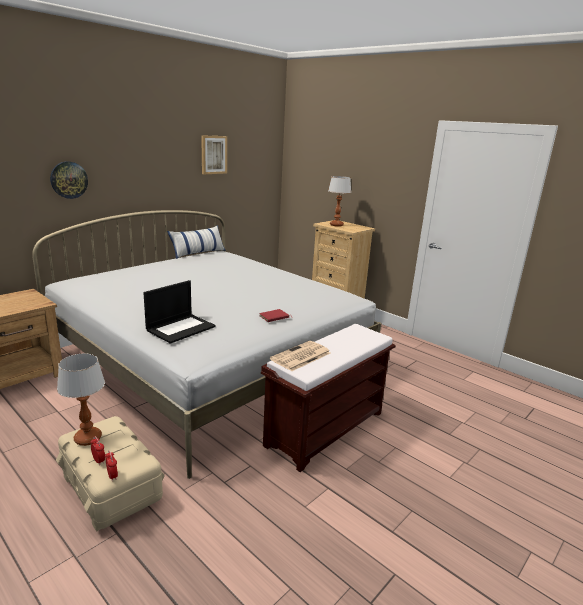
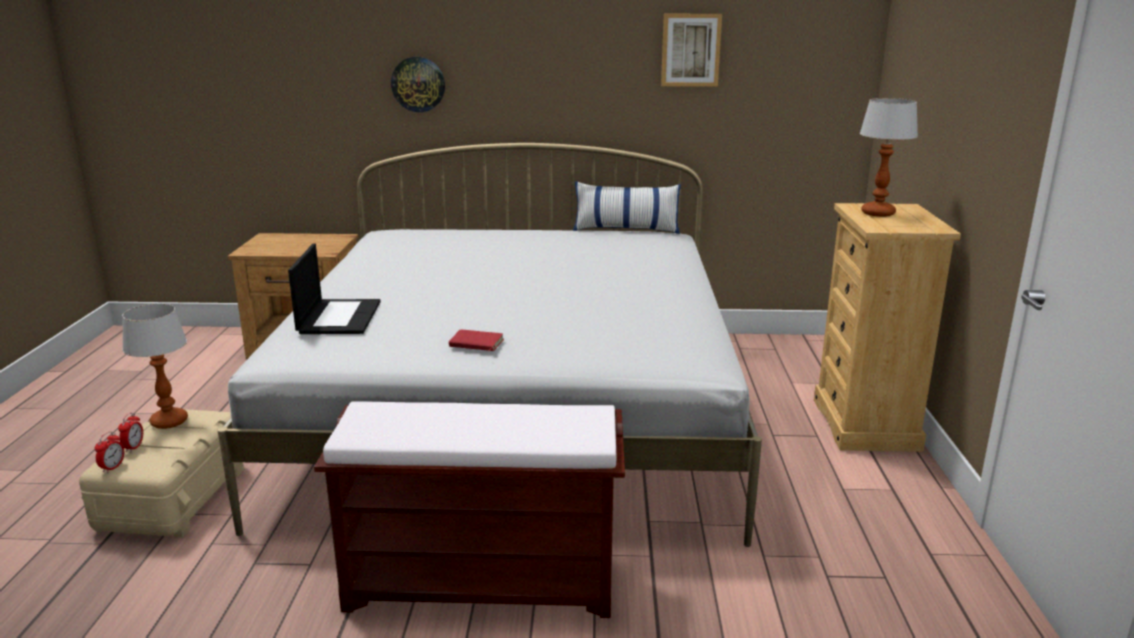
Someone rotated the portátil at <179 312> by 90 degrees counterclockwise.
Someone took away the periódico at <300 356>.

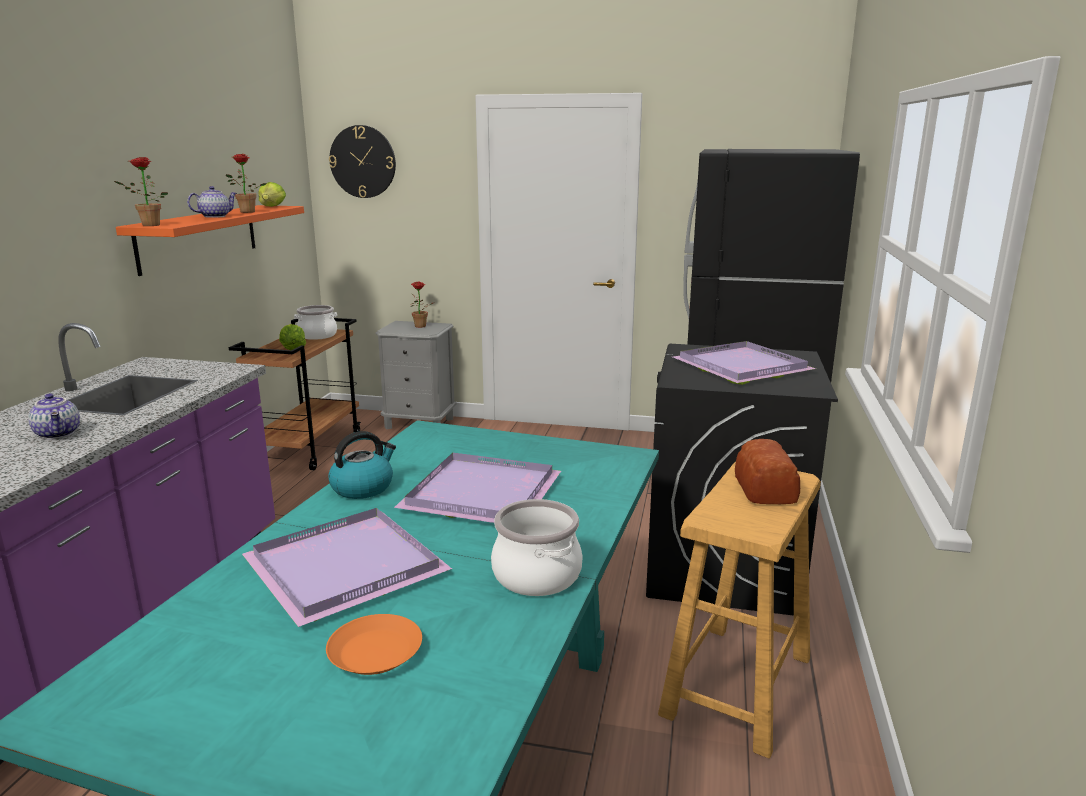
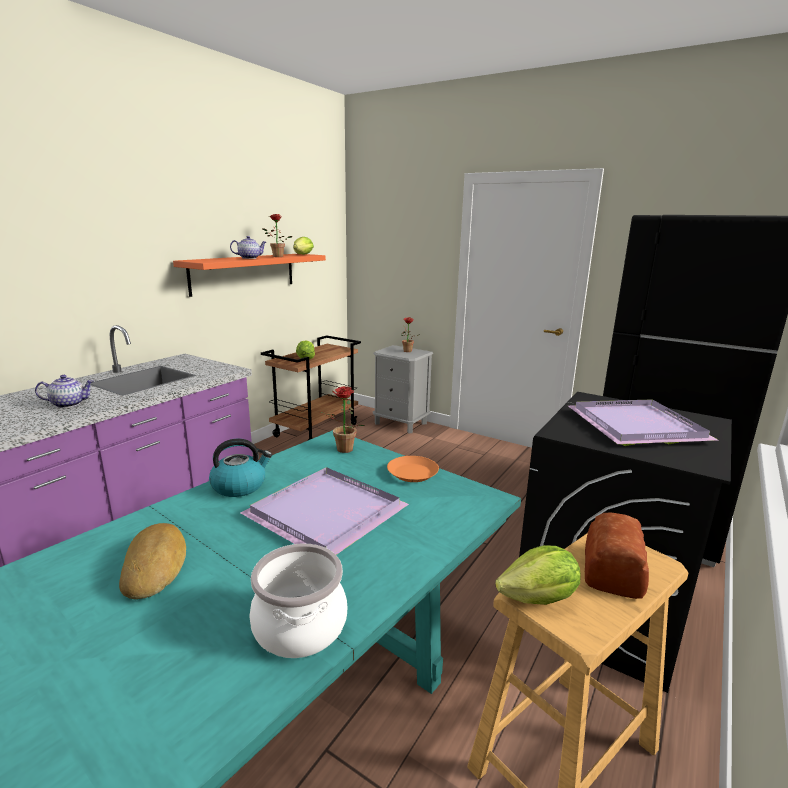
Someone rotated the tetera at <54 416> by 90 degrees counterclockwise.
Someone swapped the bandeja (morado) at <347 567> for the pan at <152 561>.
Someone carried the planta en maceta from <141 191> to <341 419>.
Someone carried the plato (naranja) from <374 644> to <413 469>.
Someone put down the lechuga at <538 575>.
Someone took away the olla at <315 322>.
Someone took away the reloj de pared at <362 161>.

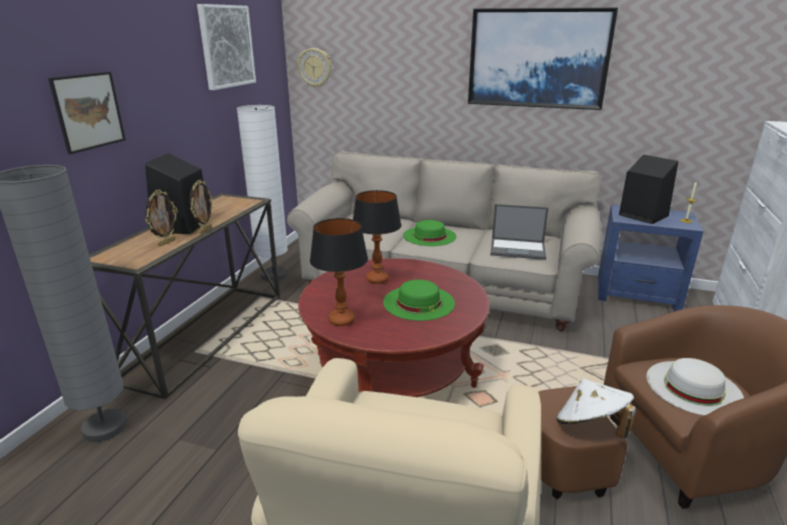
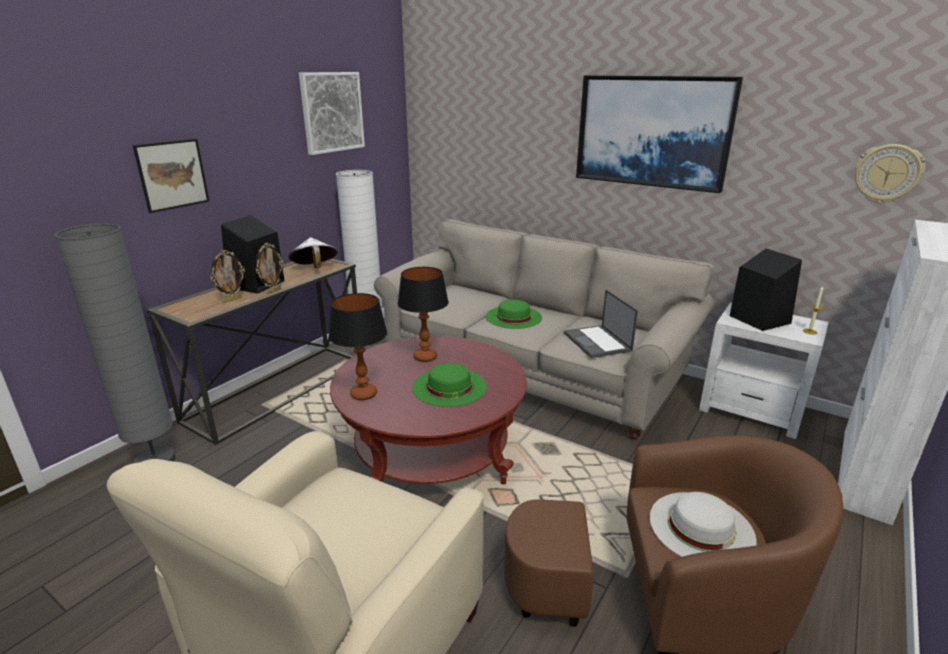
Someone carried the sombrero (blanco) from <596 408> to <313 252>.
Someone rotated the portátil at <519 232> by 45 degrees clockwise.
Someone repainted the mesa auxiliar (azul) at <651 258>, which became the mesa auxiliar (blanco) at <764 370>.
Someone carried the reloj de pared from <314 68> to <890 173>.

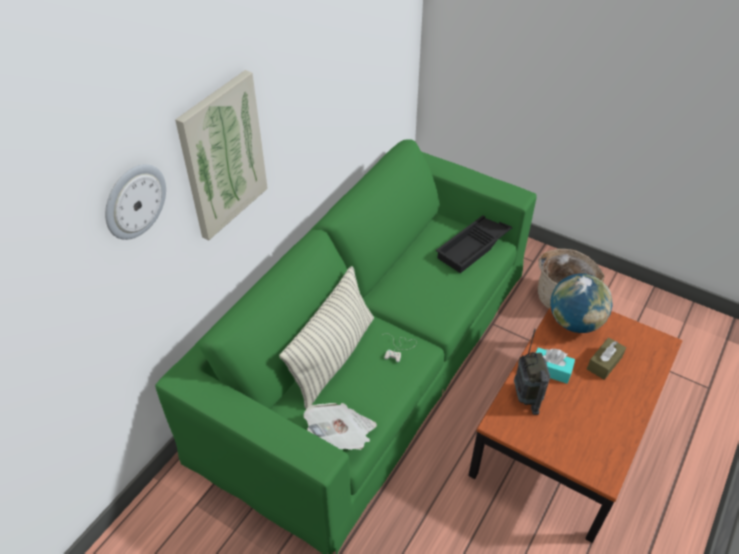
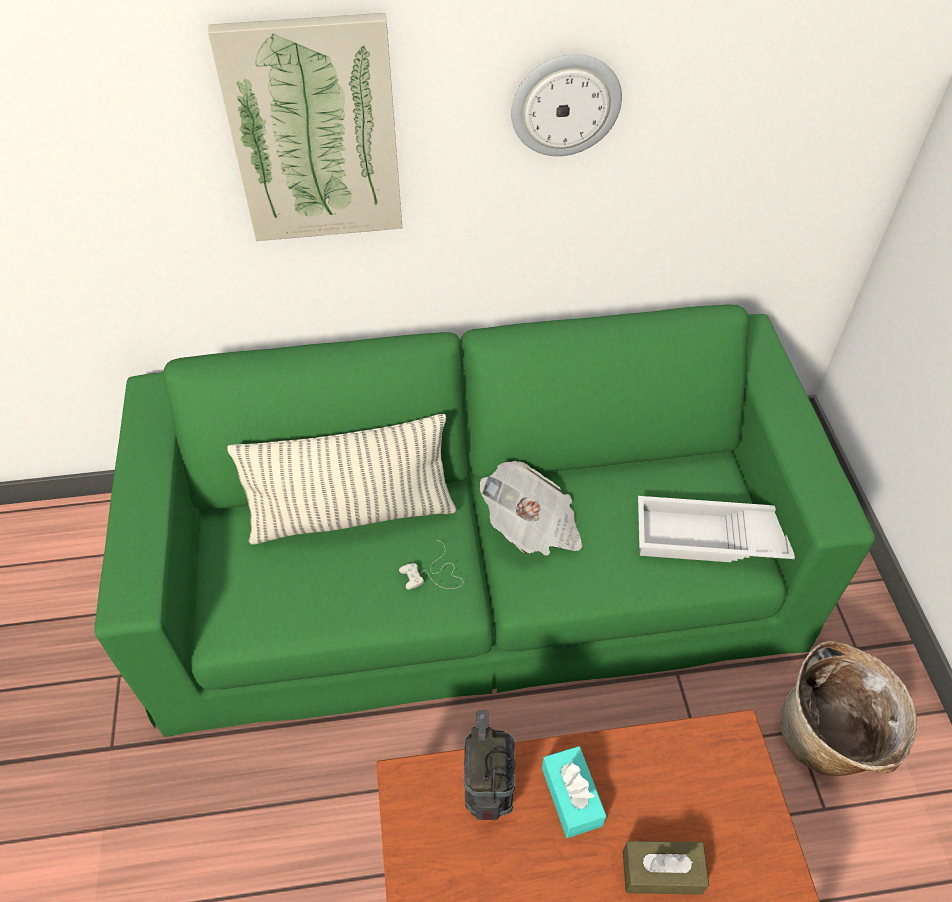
Someone rotated the radio at <532 372> by 135 degrees clockwise.
Someone carried the periódico from <340 426> to <531 508>.
Someone carried the reloj de pared from <135 202> to <566 105>.
Someone repainted the bandeja (negro) at <474 244>, which became the bandeja (blanco) at <716 529>.
Someone took away the globo terráqueo at <581 303>.

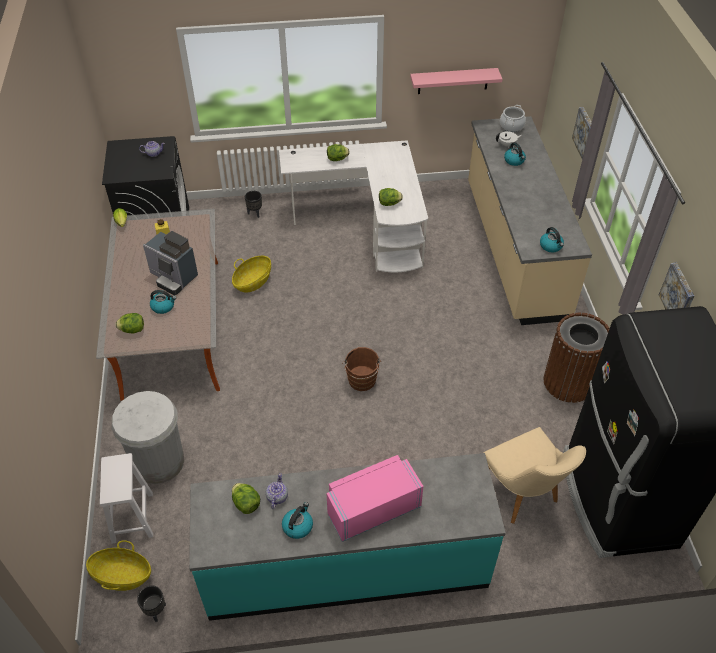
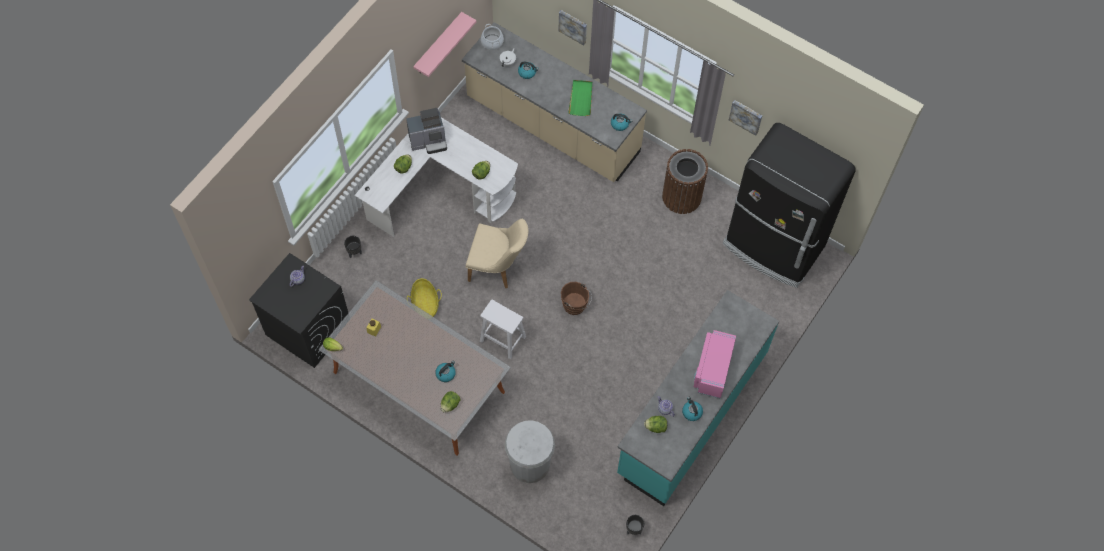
Someone carried the cafetera from <170 263> to <426 131>.
Someone carried the silla (beis) from <535 475> to <497 253>.
Someone carried the taburete (blanco) from <126 498> to <503 329>.
Someone put down the bandeja (verde) at <580 98>.
Someone took away the cesta at <118 565>.

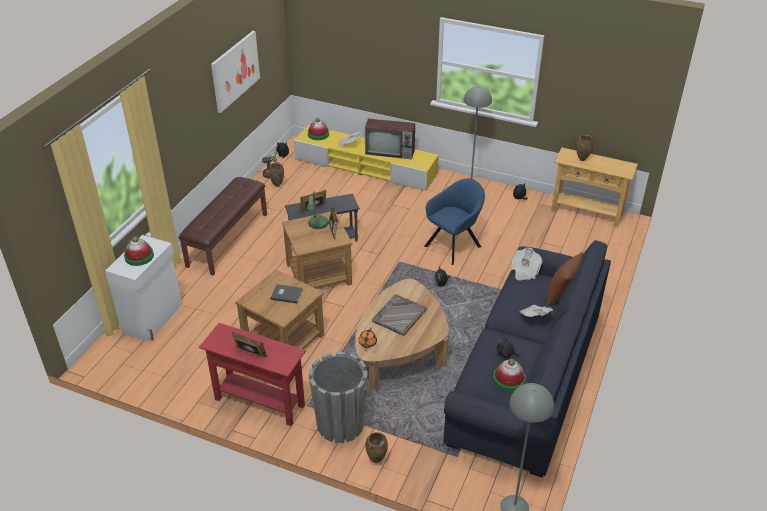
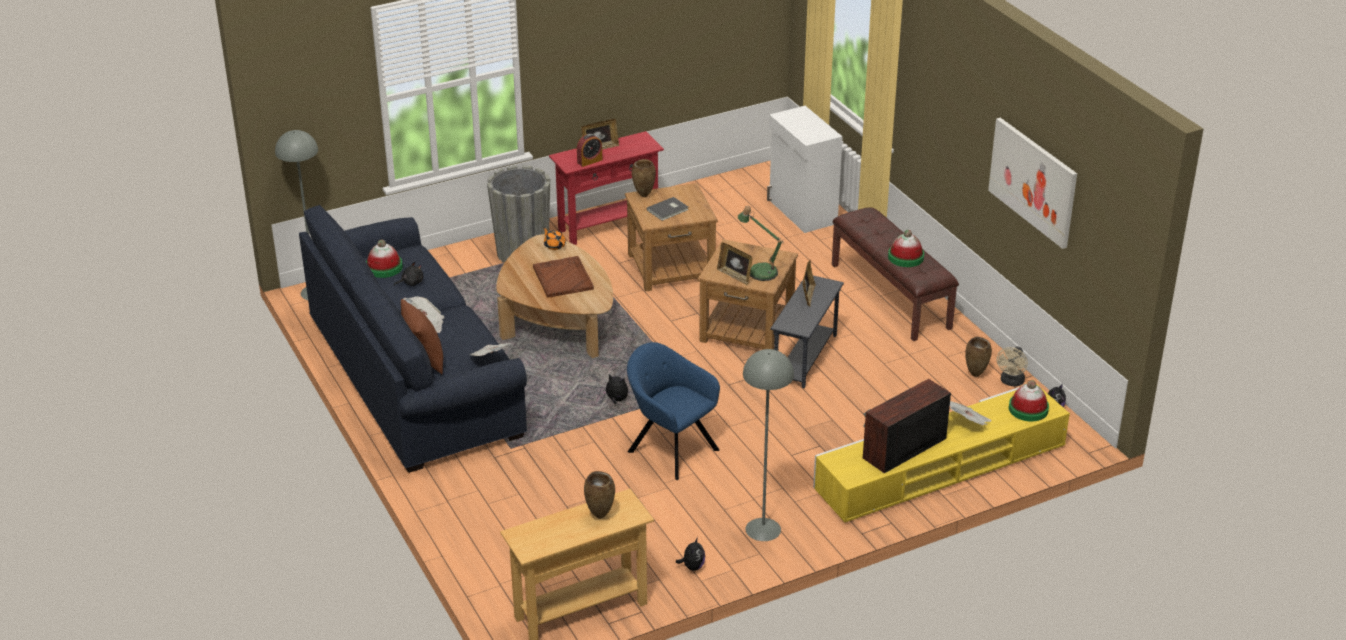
Someone repainted the bandeja (gris) at <399 315>, which became the bandeja (marrón) at <563 276>.
Someone put down the despertador at <589 150>.
Someone rotated the sillón (azul) at <454 222> by 135 degrees clockwise.
Someone carried the florero (marrón) from <376 447> to <644 178>.
Someone carried the sombrero from <139 251> to <906 248>.

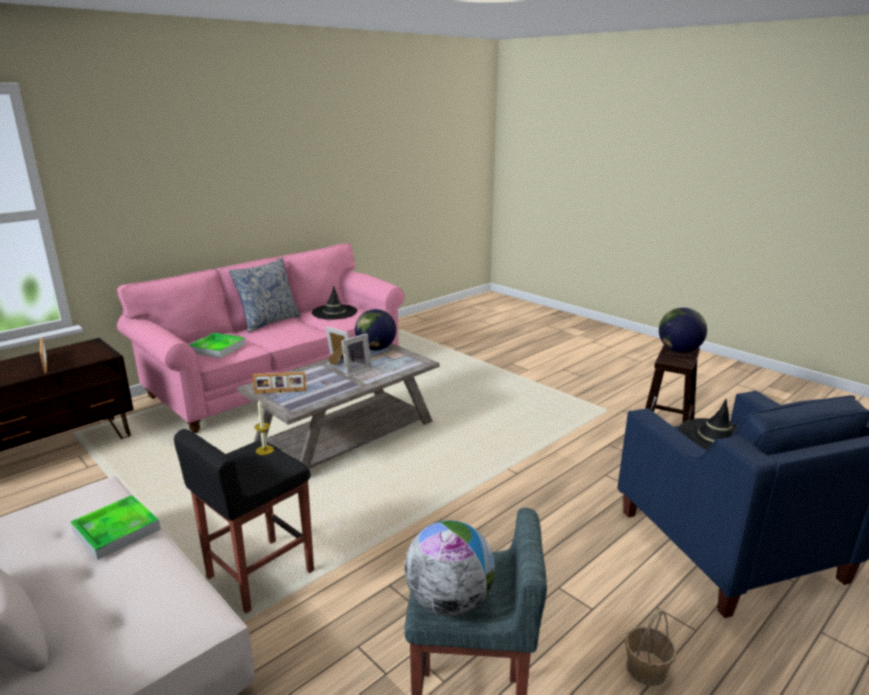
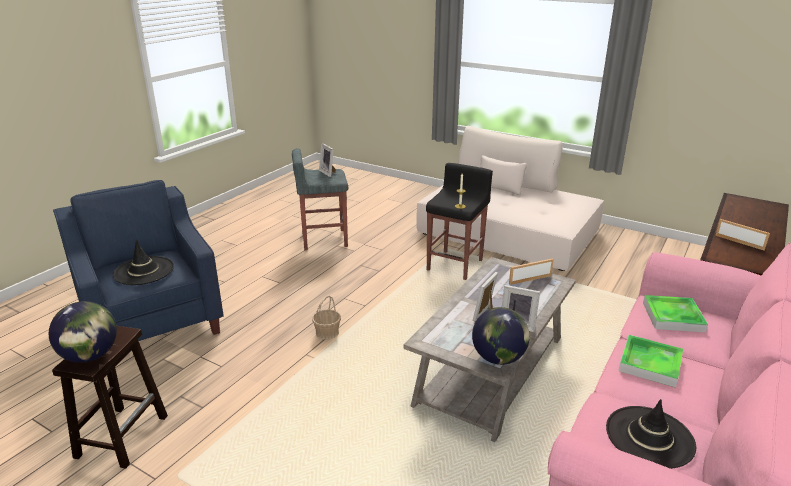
Someone carried the cesta from <651 647> to <326 317>.
Someone swapped the globo terráqueo at <450 568> for the portarretratos at <327 160>.
Someone carried the bandeja from <115 527> to <650 361>.
Someone took away the cojín at <265 295>.

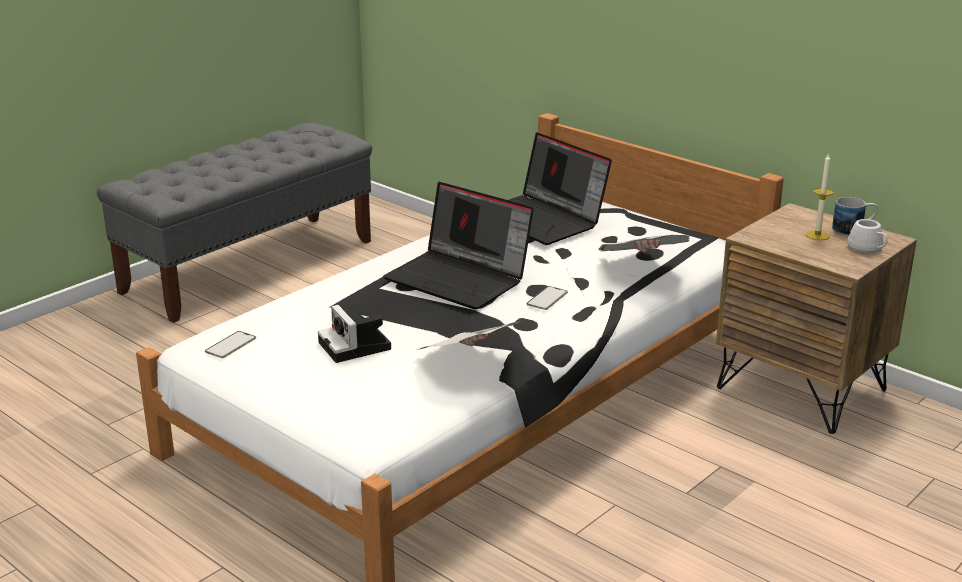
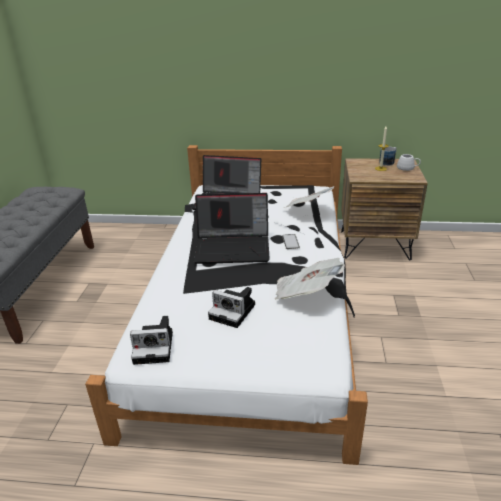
Someone swapped the móvil at <230 344> for the cámara at <151 340>.

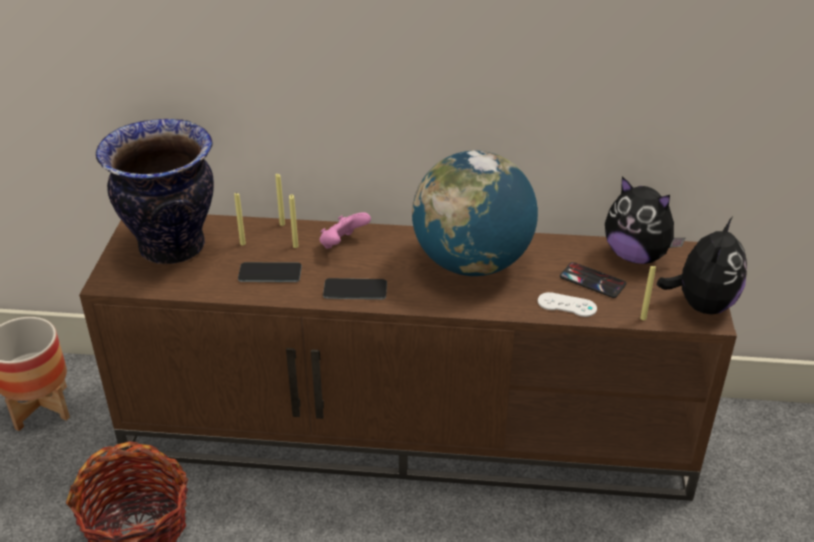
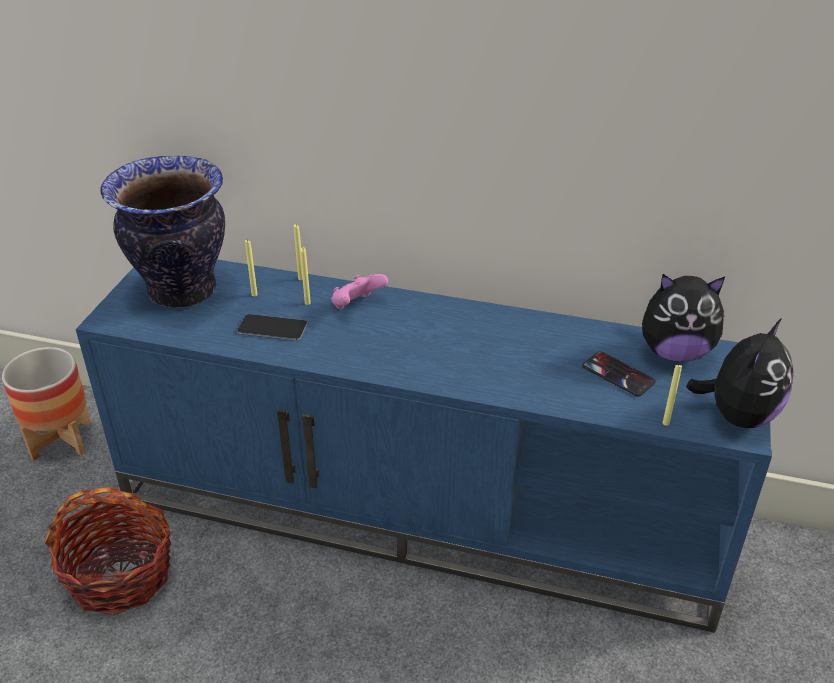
Someone repainted the mueble de televisión (marrón) at <408 357>, which became the mueble de televisión (azul) at <424 446>.
Someone rotated the peluche at <645 220> by 45 degrees counterclockwise.
Someone took away the móvil at <355 289>.
Someone took away the globo terráqueo at <475 213>.
Someone took away the mando de consola (blanco) at <567 304>.

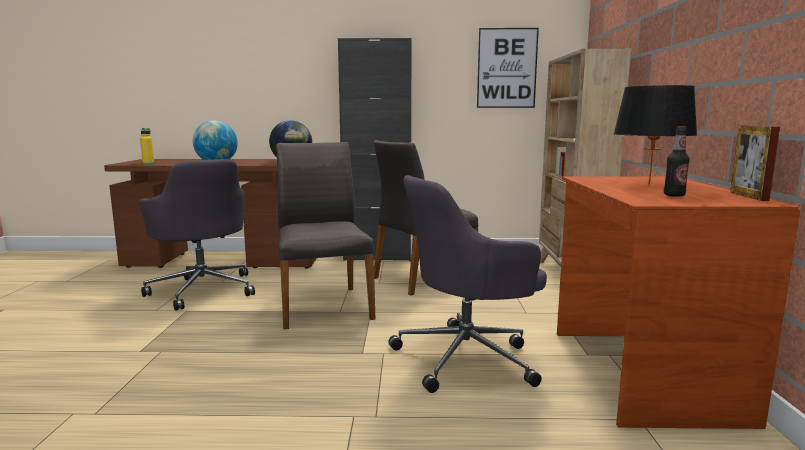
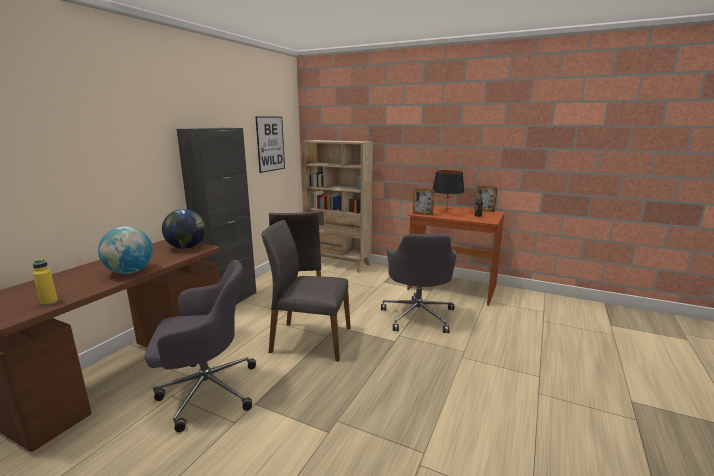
Someone put down the portarretratos at <424 201>.

